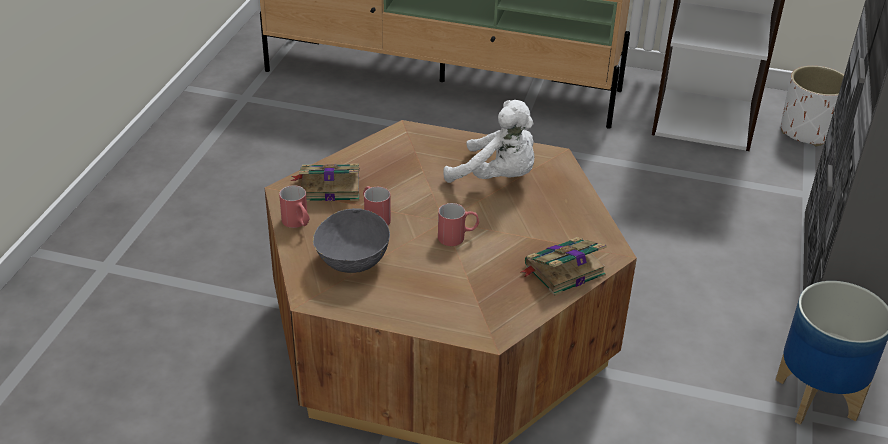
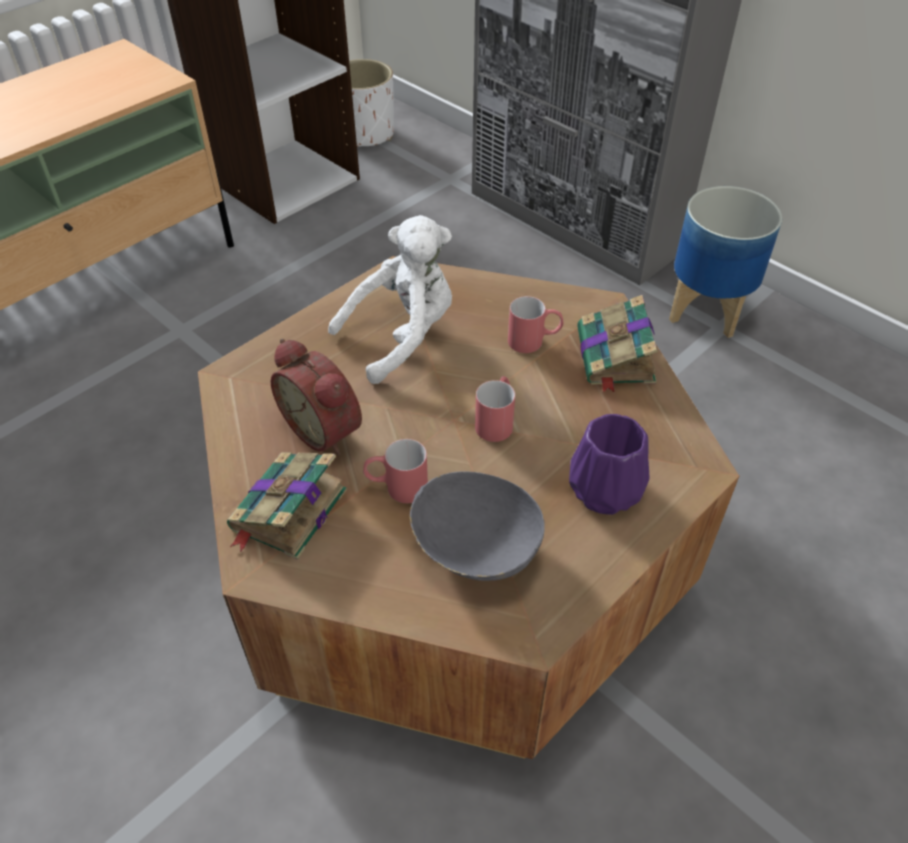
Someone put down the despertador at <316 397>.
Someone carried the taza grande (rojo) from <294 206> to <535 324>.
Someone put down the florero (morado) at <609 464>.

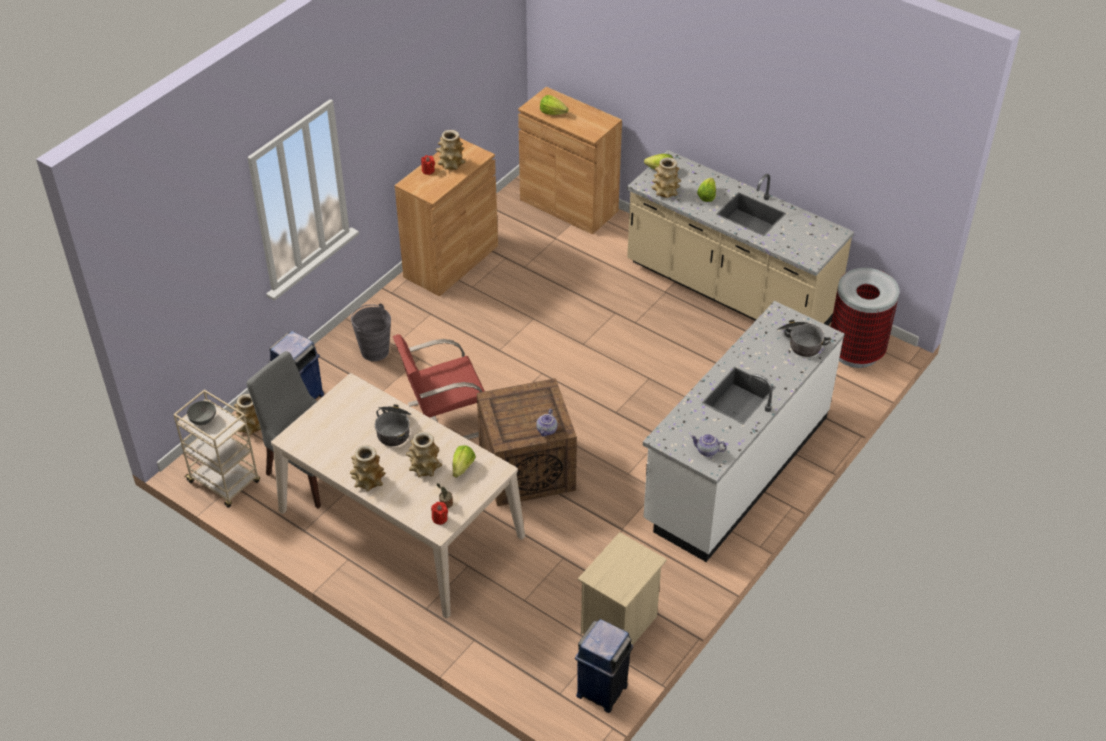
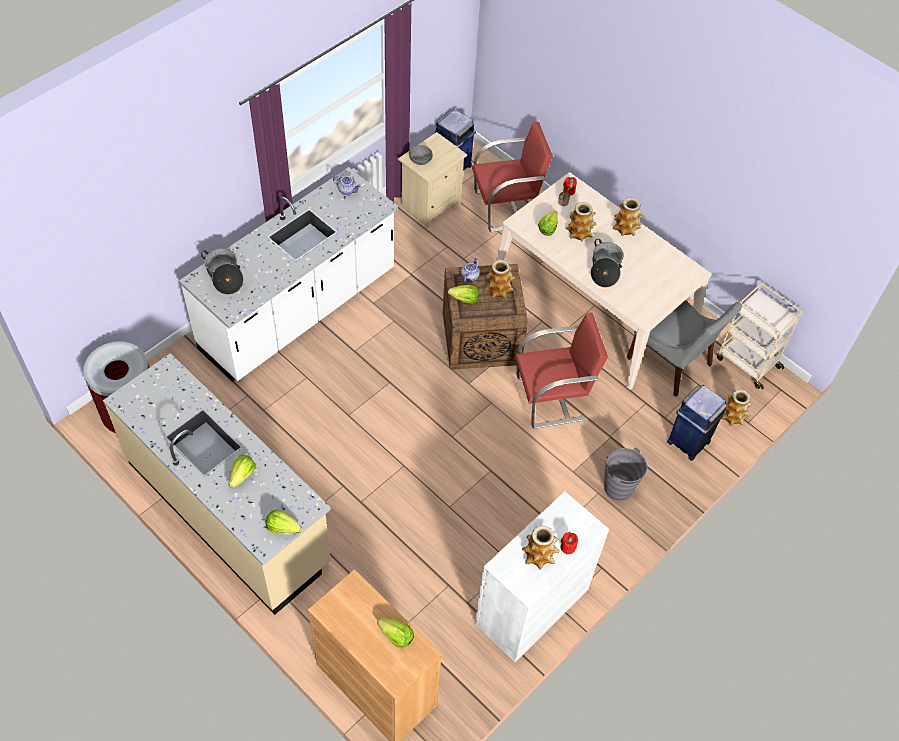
Someone carried the cuenco (gris) from <201 413> to <421 155>.
Someone put down the lechuga at <463 294>.
Someone put down the silla (rojo) at <512 177>.
Someone repainted the armario (marrón) at <446 217>, which became the armario (blanco) at <542 576>.
Someone carried the florero from <666 177> to <500 279>.

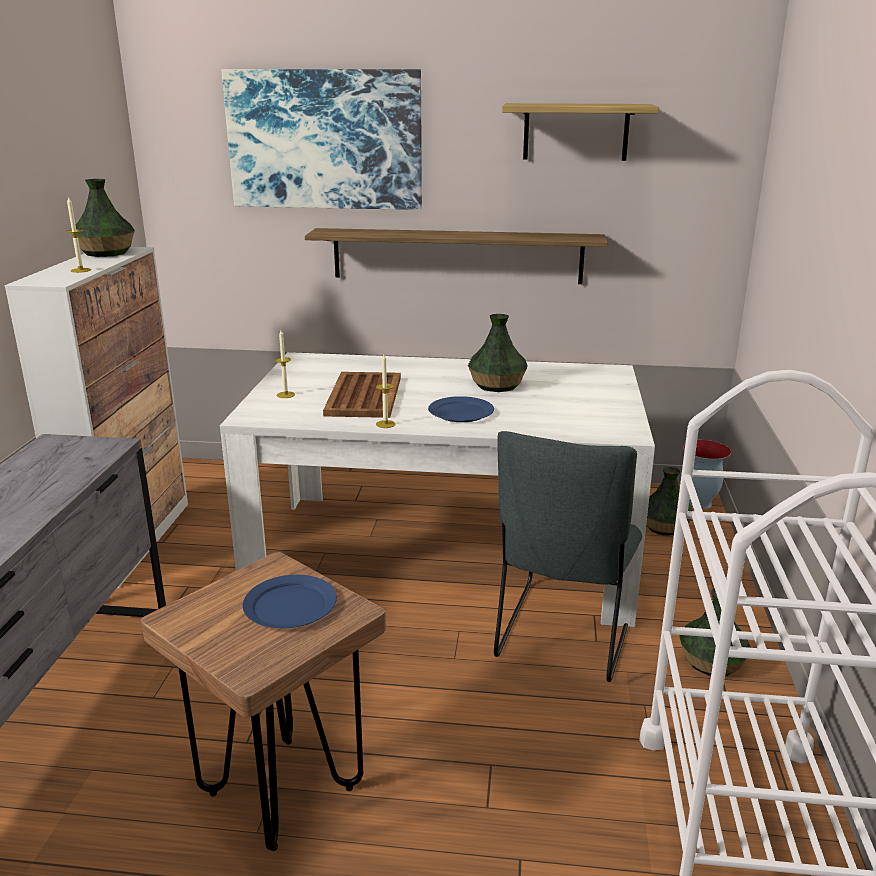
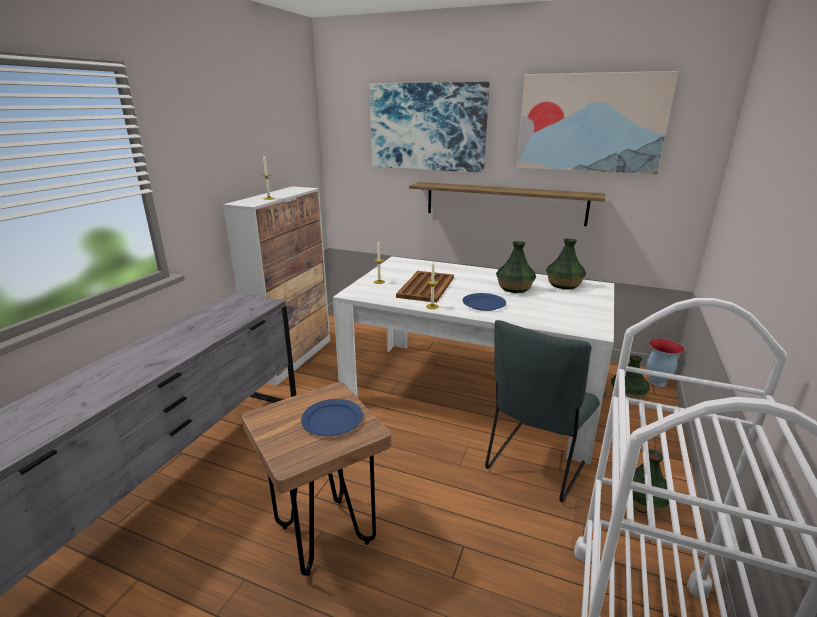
Someone swapped the estante at <580 132> for the cuadro at <598 122>.
Someone carried the florero from <105 218> to <566 263>.

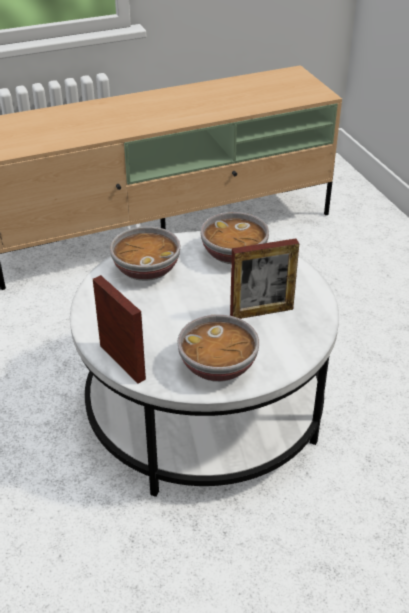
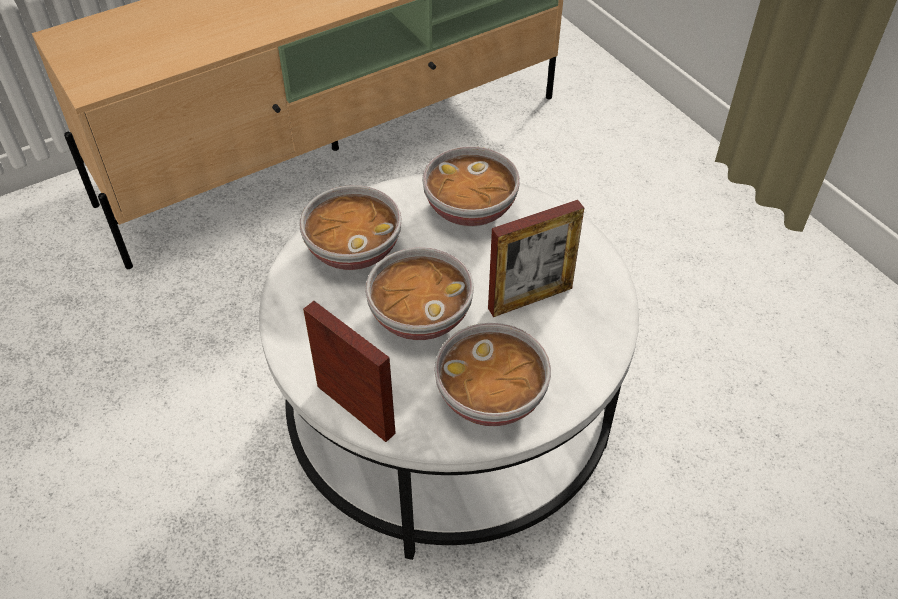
Someone put down the cuenco at <419 293>.

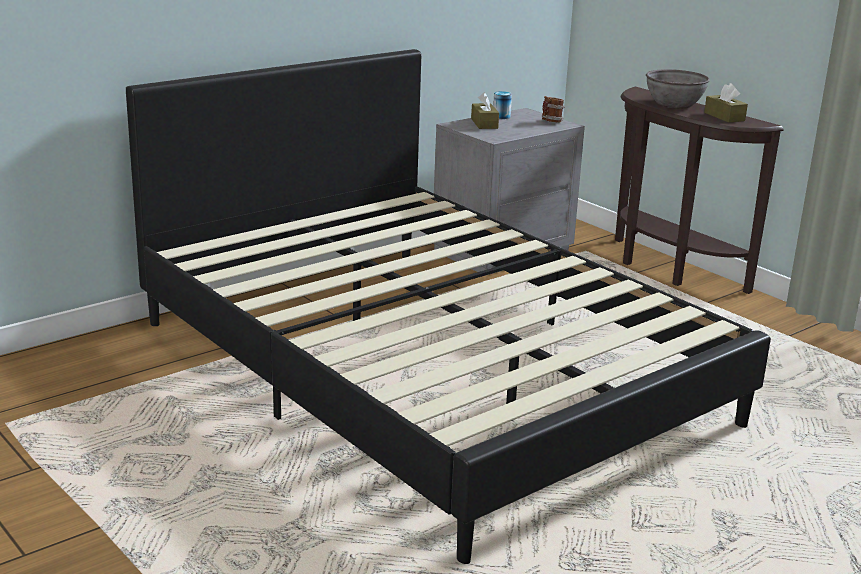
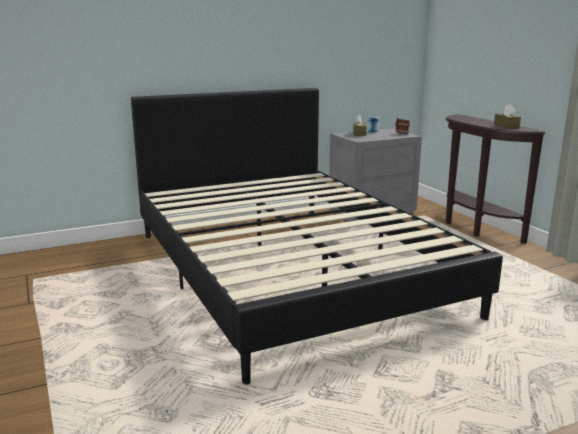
Someone took away the cuenco (gris) at <678 89>.

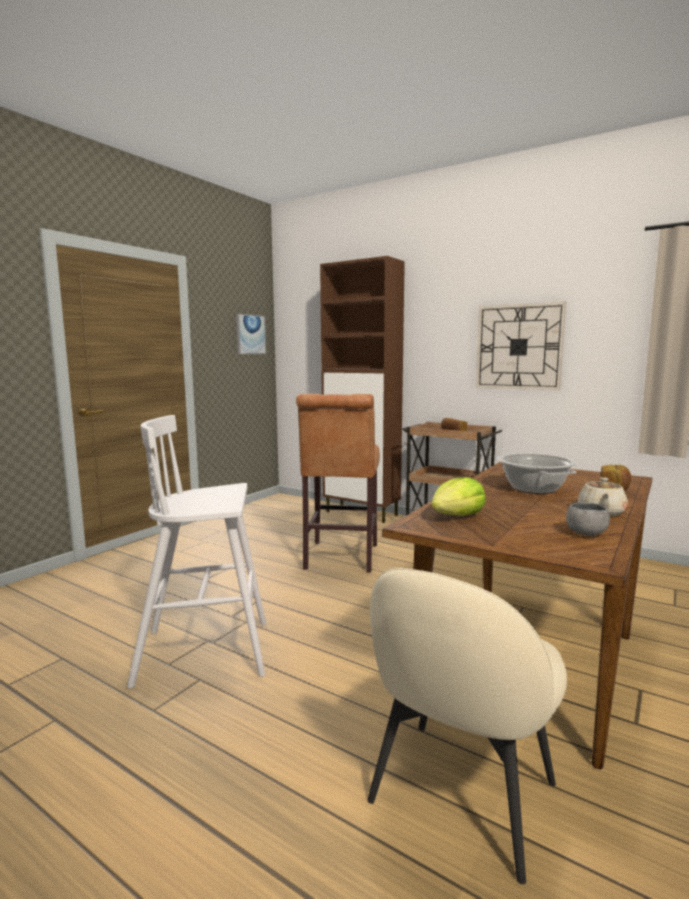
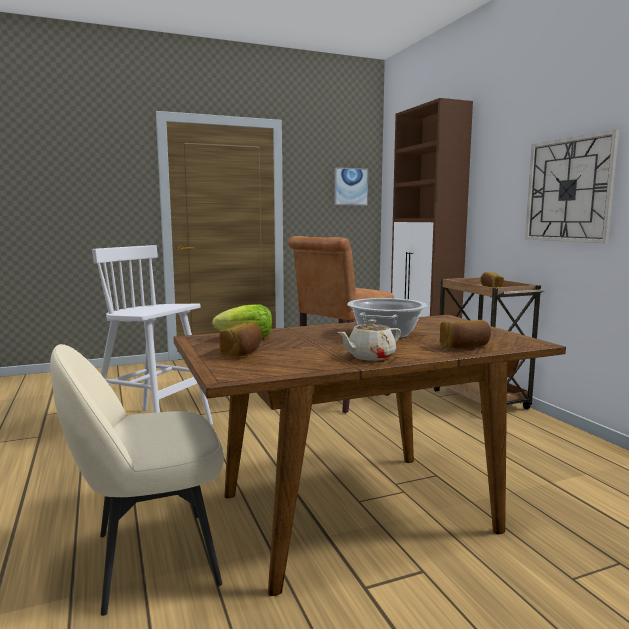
Someone put down the pan at <240 339>.
Someone took away the cuenco (gris) at <588 519>.

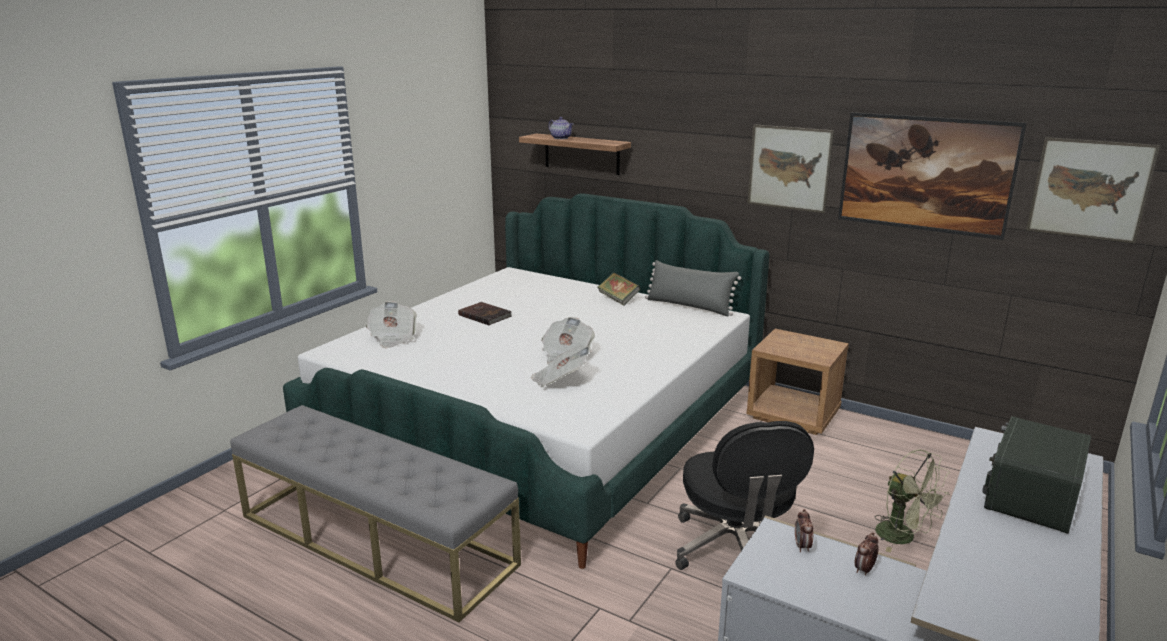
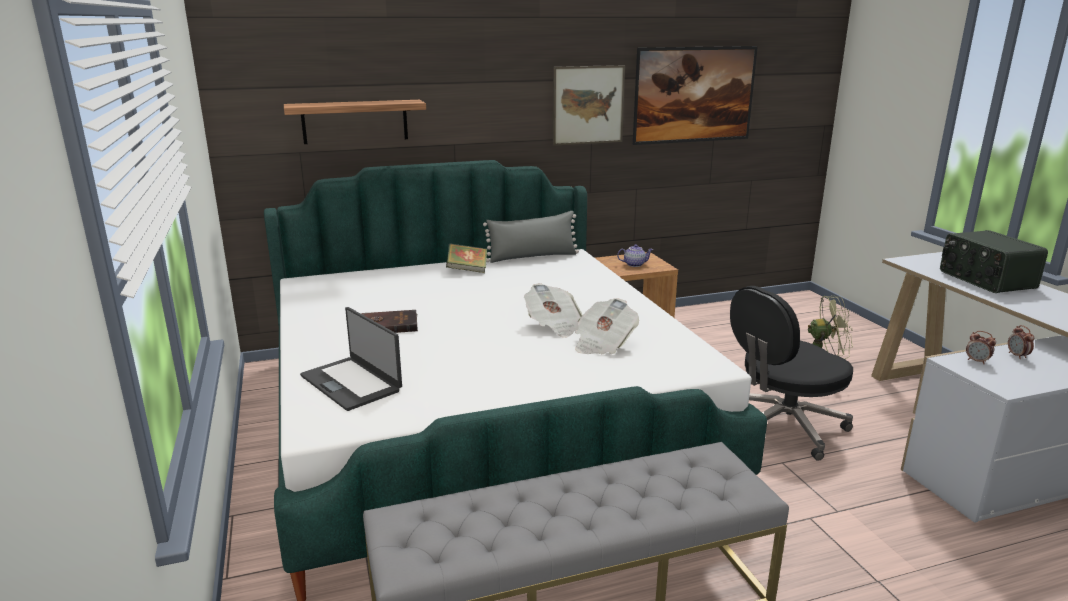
Someone swapped the periódico at <391 324> for the portátil at <351 359>.
Someone carried the tetera from <561 128> to <635 255>.
Someone rotated the silla de oficina (negro) at <744 495> by 120 degrees clockwise.
Someone took away the cuadro at <1093 190>.

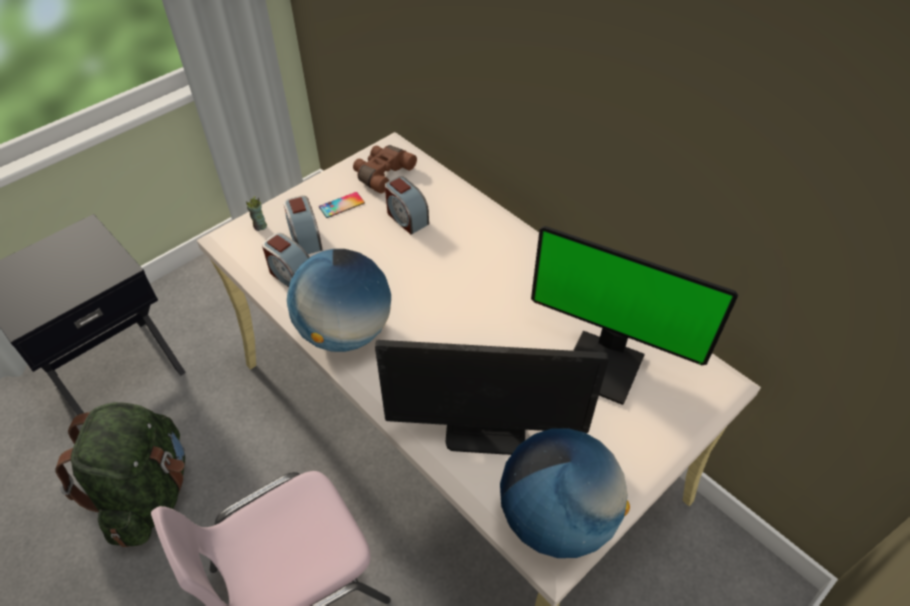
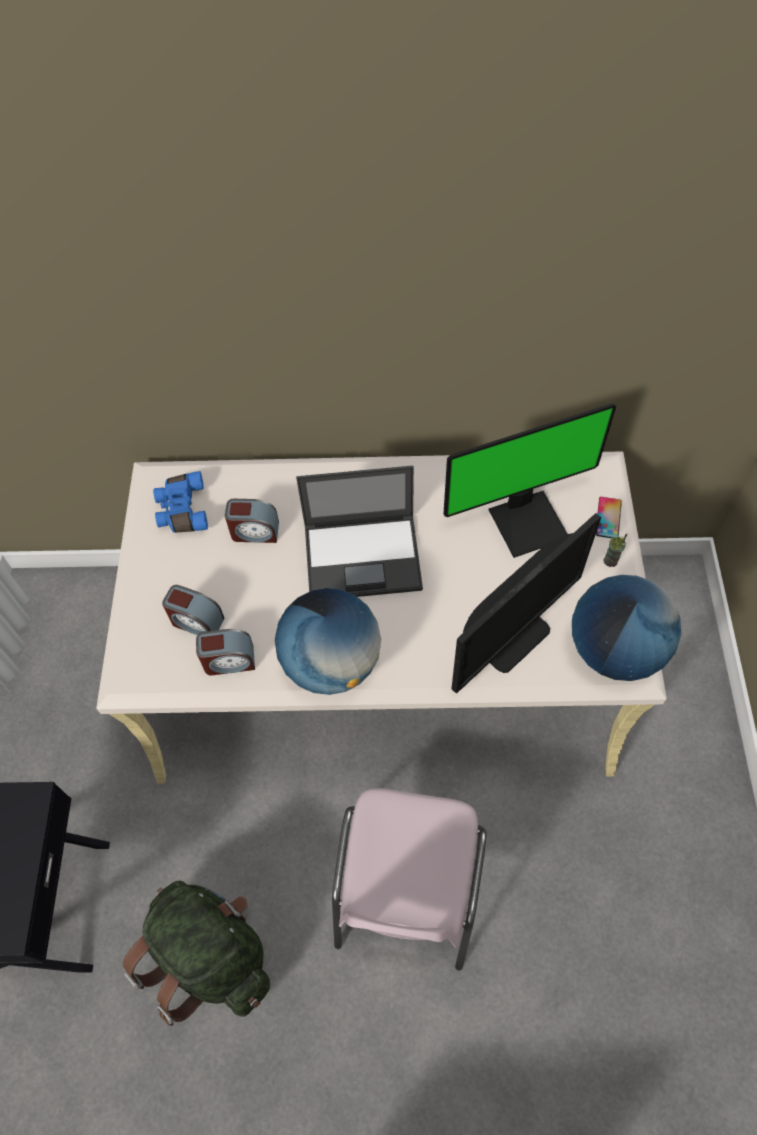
Someone repainted the prismáticos (marrón) at <385 169>, which became the prismáticos (azul) at <180 502>.
Someone put down the portátil at <359 531>.
Someone carried the móvil from <342 205> to <609 517>.
Someone carried the taza from <256 213> to <615 550>.

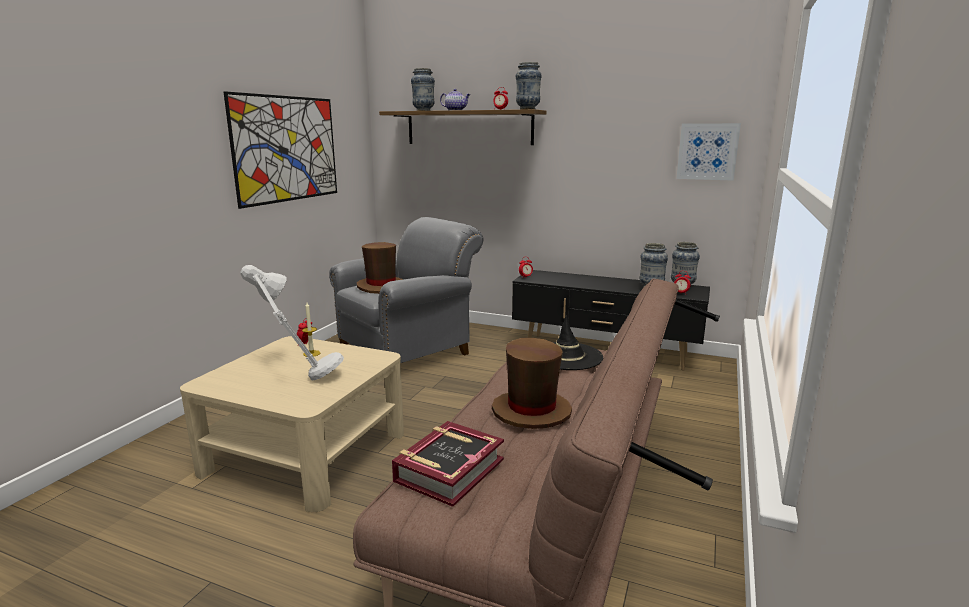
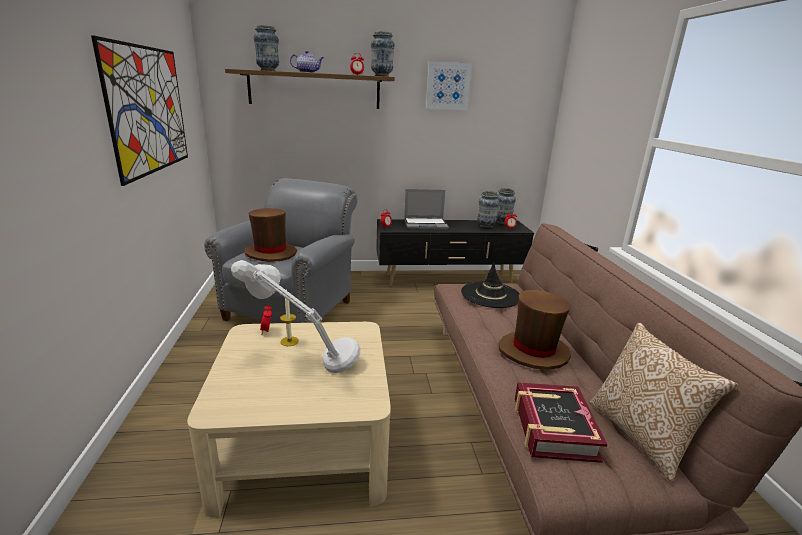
Someone put down the portátil at <426 209>.
Someone carried the cuadro from <708 152> to <449 85>.
Someone put down the cojín at <664 402>.

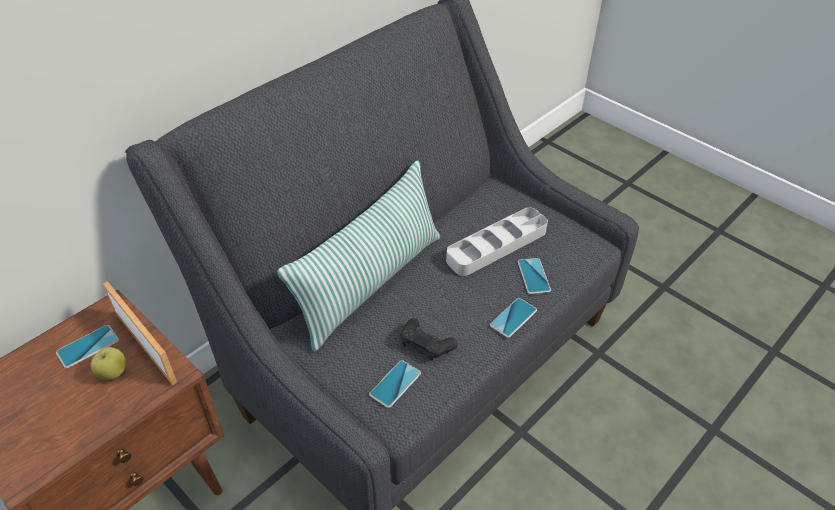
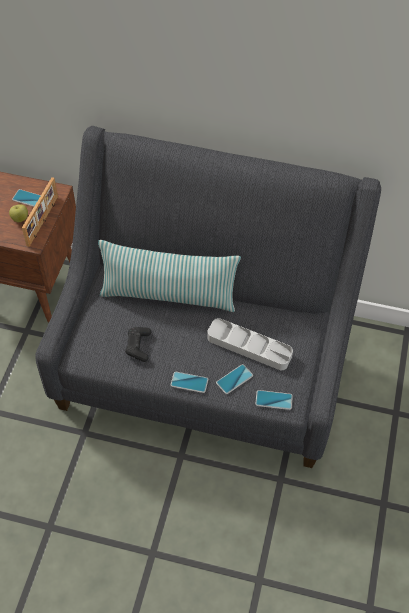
Someone carried the móvil from <395 384> to <274 400>.

